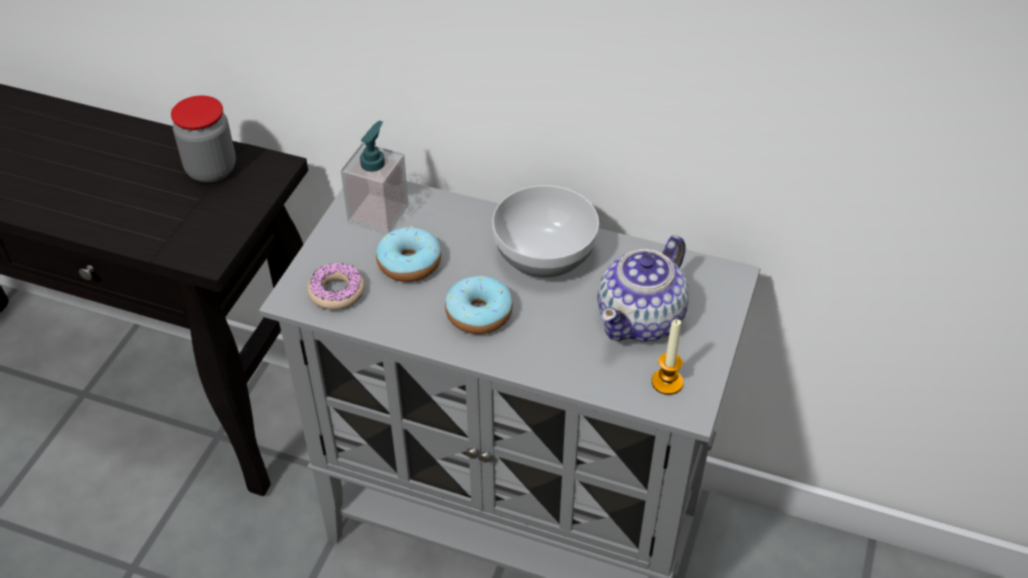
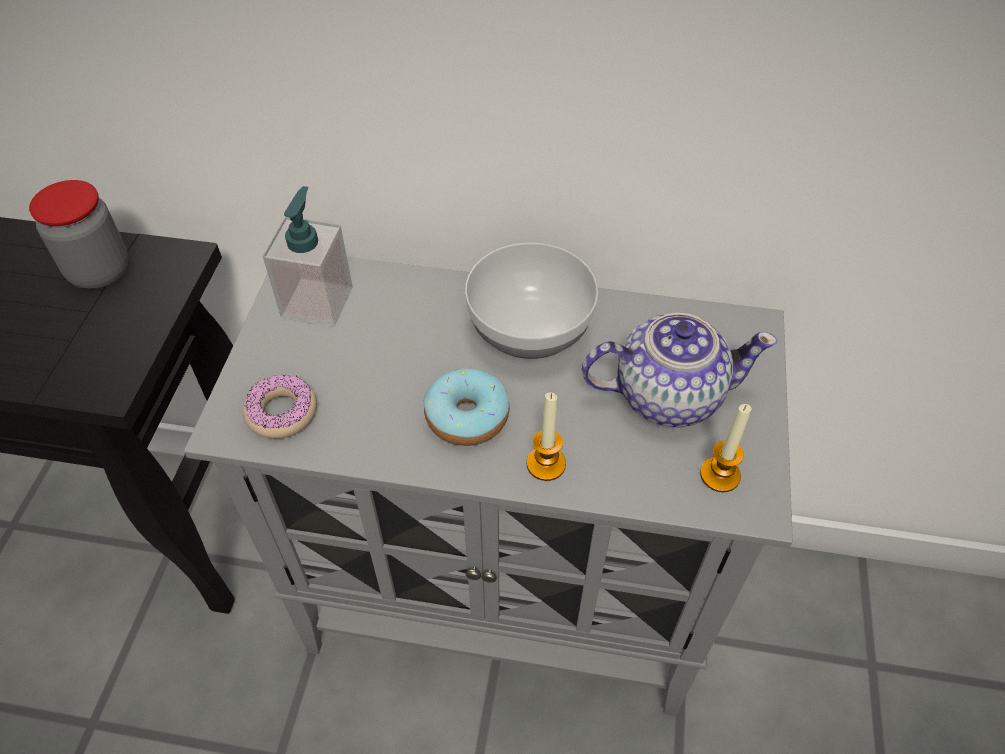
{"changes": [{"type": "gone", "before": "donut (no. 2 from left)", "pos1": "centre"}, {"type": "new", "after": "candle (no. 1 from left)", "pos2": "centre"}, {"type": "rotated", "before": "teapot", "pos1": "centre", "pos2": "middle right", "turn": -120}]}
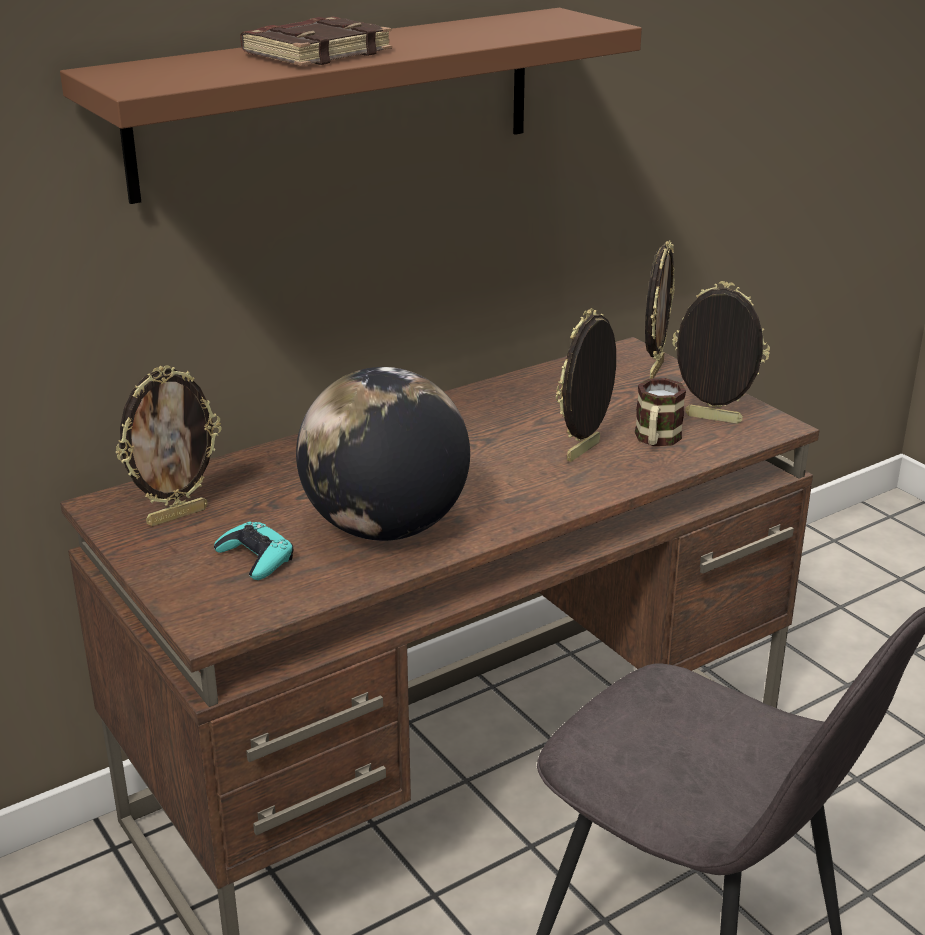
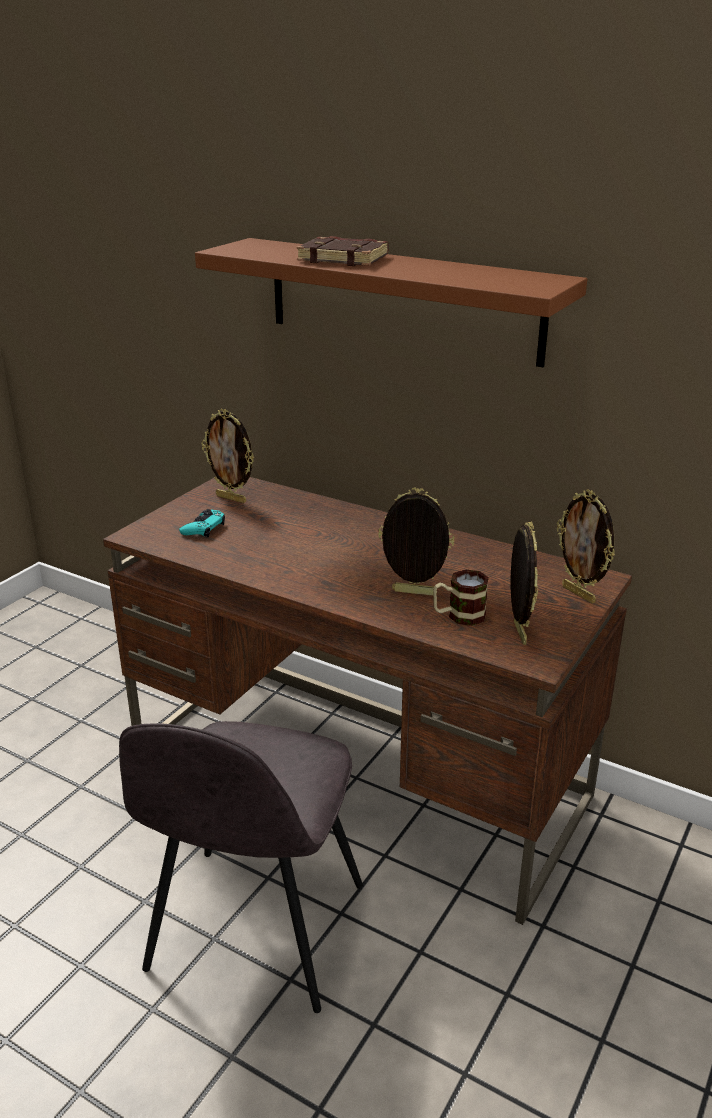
{"changes": [{"type": "gone", "before": "globe", "pos1": "centre"}, {"type": "rotated", "before": "picture frame (no. 3 from left in the first image)", "pos1": "top right", "pos2": "middle right", "turn": 60}]}
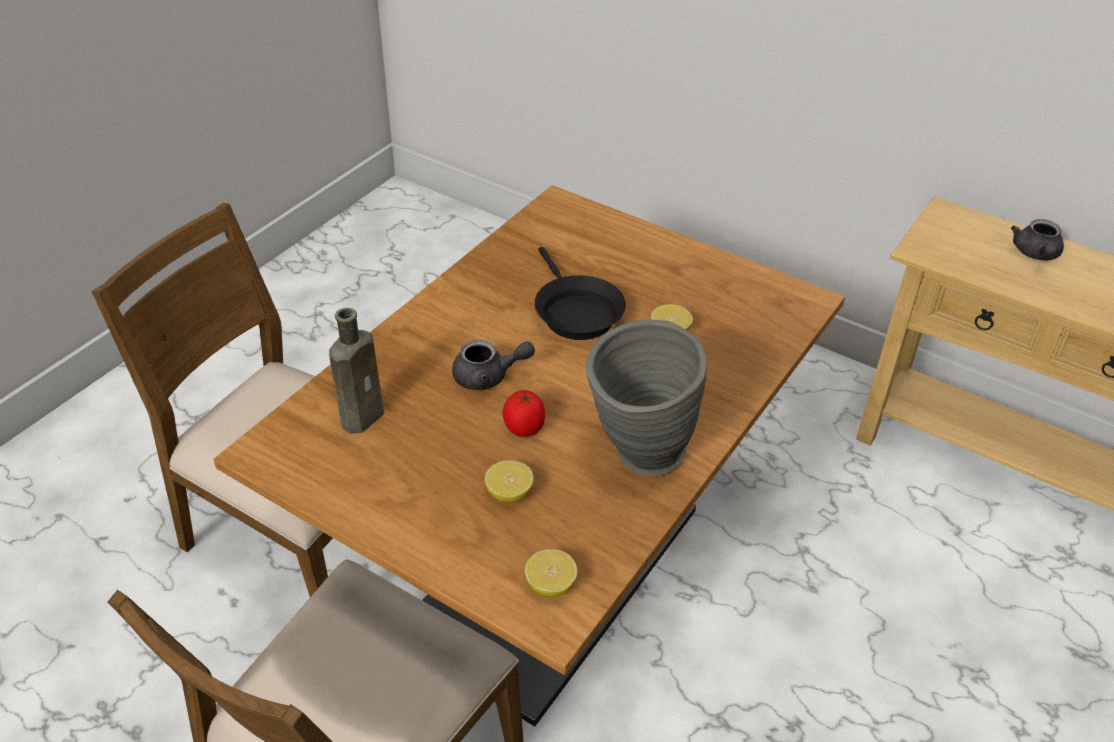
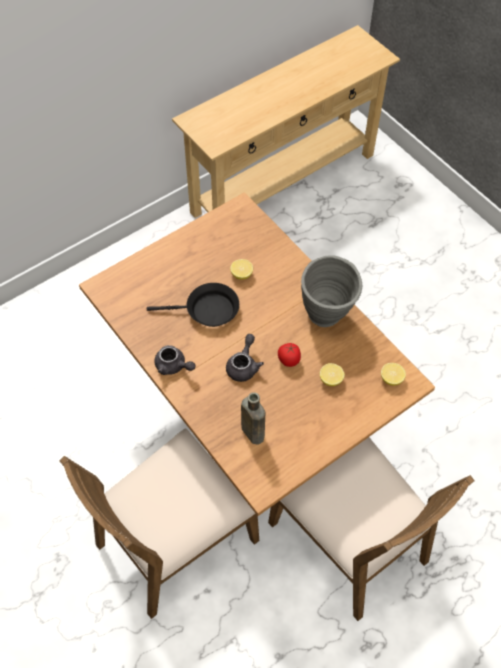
{"changes": [{"type": "shifted", "before": "teapot (grey) (no. 2 from left in the first image)", "after": "teapot (grey) (no. 1 from left)", "pos1": "top right", "pos2": "centre"}]}
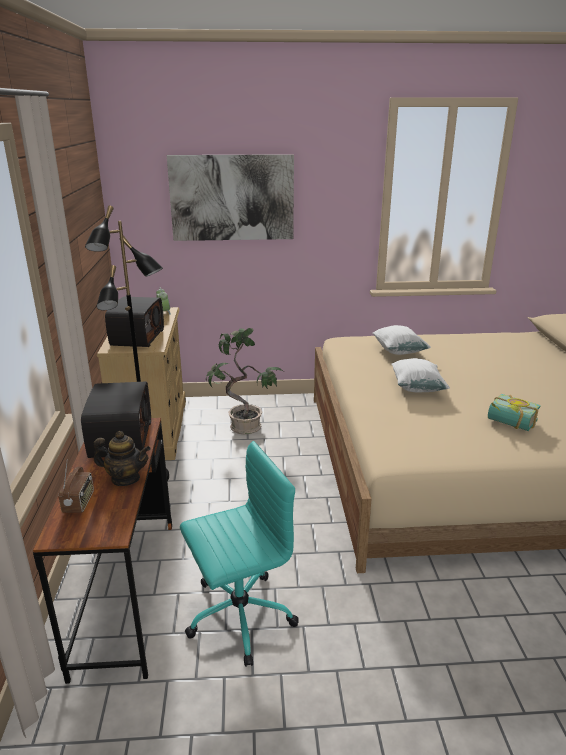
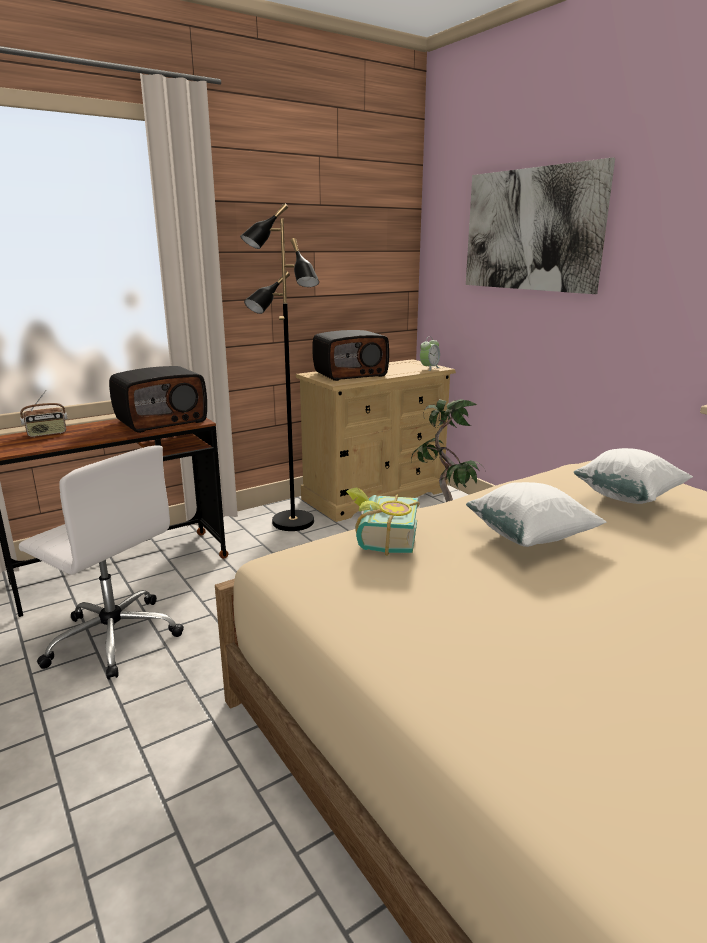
{"changes": [{"type": "gone", "before": "teapot", "pos1": "middle left"}, {"type": "shifted", "before": "book", "pos1": "middle right", "pos2": "centre"}, {"type": "repainted", "before": "office chair (turquoise)", "after": "office chair (white)", "pos1": "bottom centre", "pos2": "middle left"}]}
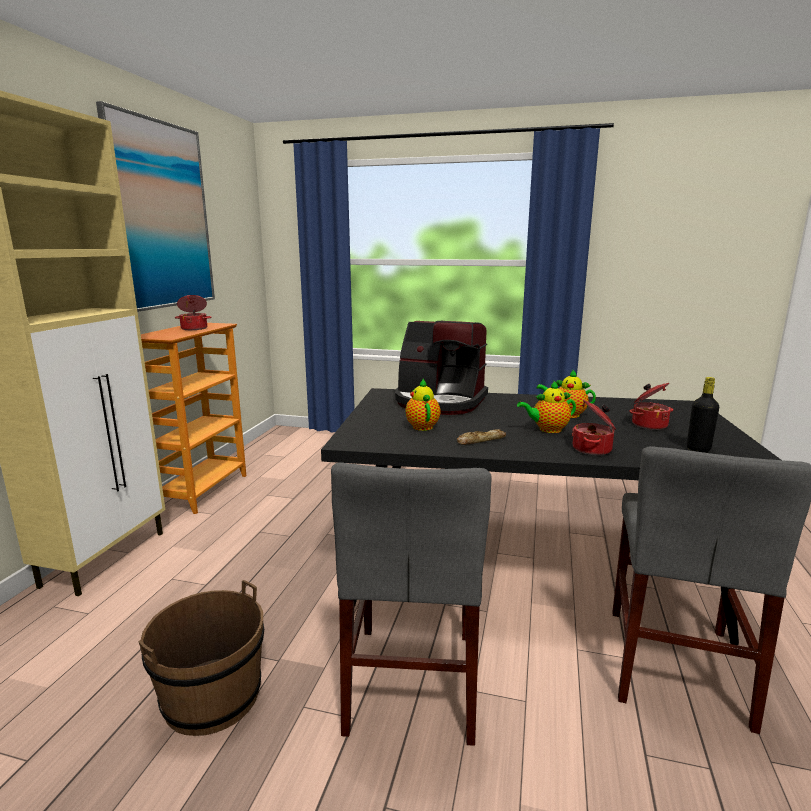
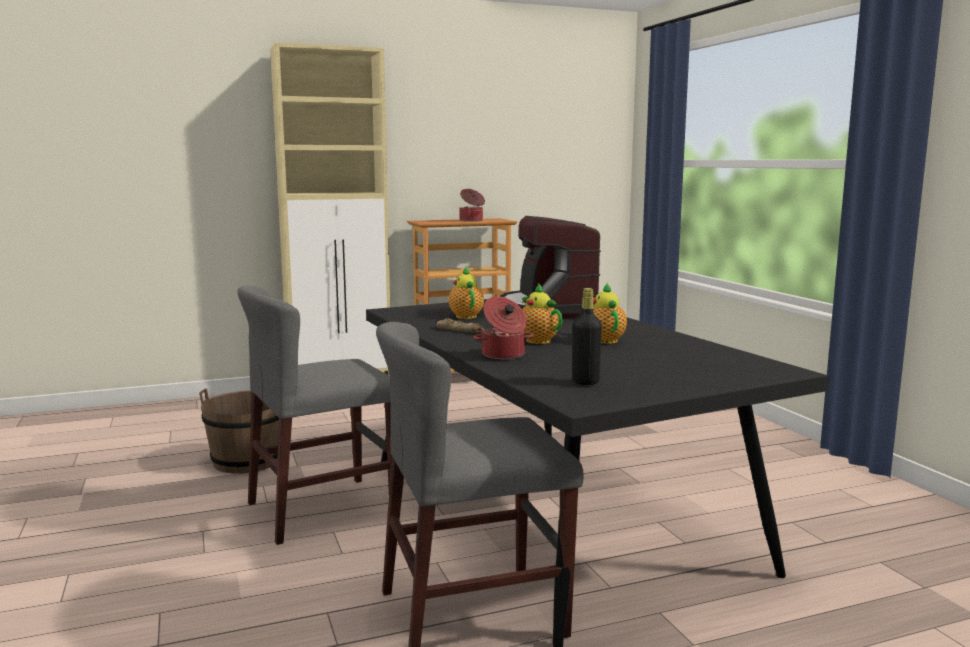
{"changes": [{"type": "gone", "before": "picture", "pos1": "top left"}, {"type": "gone", "before": "cooking pot (no. 3 from left)", "pos1": "middle right"}, {"type": "rotated", "before": "teapot (no. 1 from left)", "pos1": "centre", "pos2": "centre", "turn": -60}]}
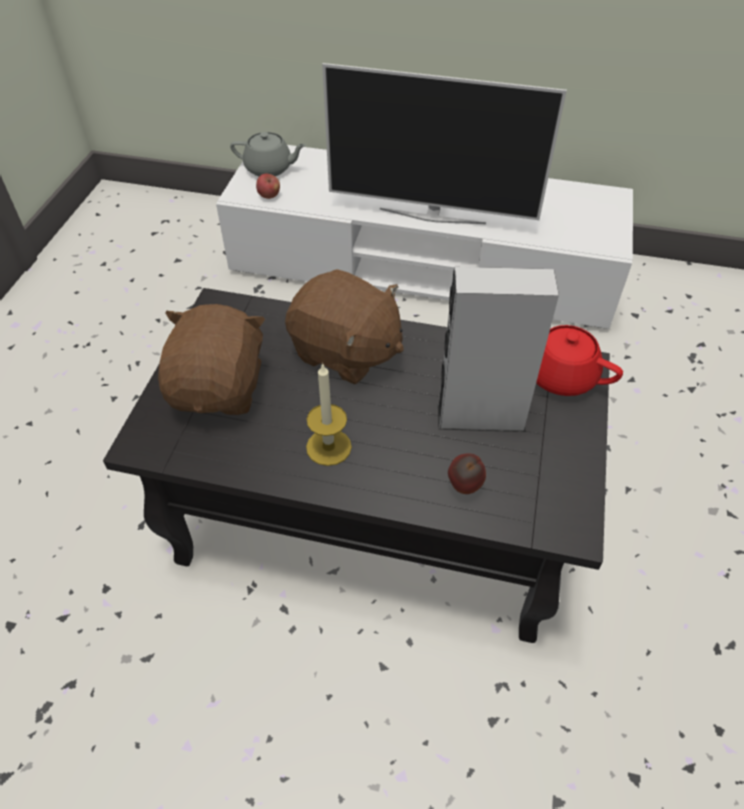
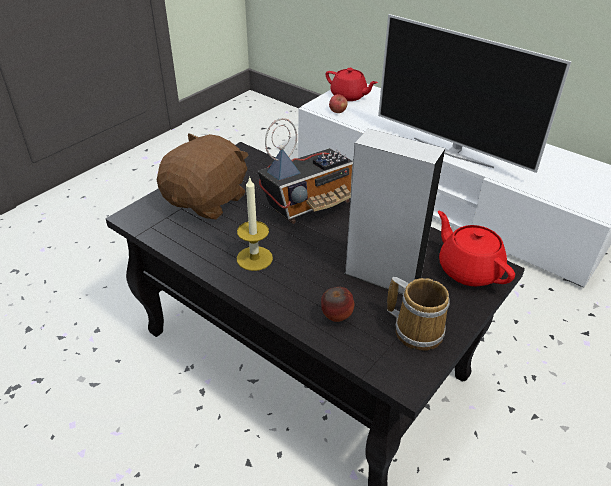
{"changes": [{"type": "new", "after": "mug", "pos2": "middle right"}, {"type": "swapped", "before": "plush toy (brown) (no. 2 from left)", "after": "radio", "pos1": "centre", "pos2": "centre"}, {"type": "repainted", "before": "teapot (grey)", "after": "teapot (red) (no. 1 from left)", "pos1": "top centre", "pos2": "top centre"}]}
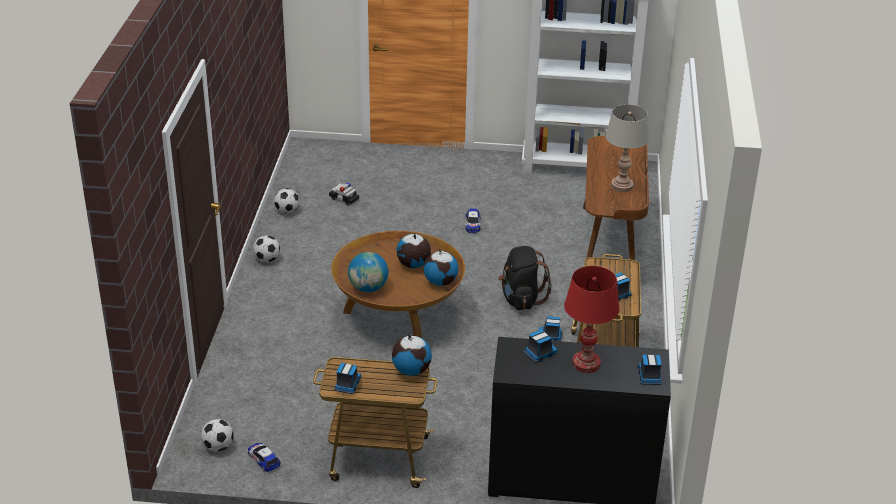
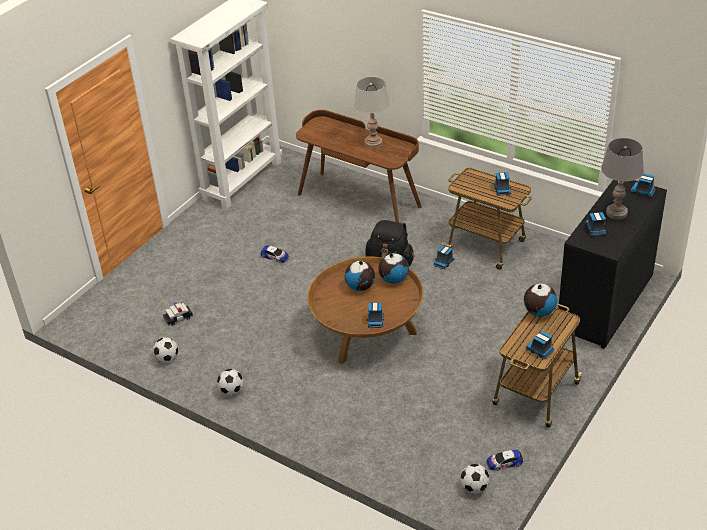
{"changes": [{"type": "swapped", "before": "globe (no. 1 from left)", "after": "toy truck (no. 1 from left)", "pos1": "centre", "pos2": "centre"}, {"type": "repainted", "before": "table lamp (red)", "after": "table lamp (grey) (no. 2 from left)", "pos1": "centre", "pos2": "middle right"}]}
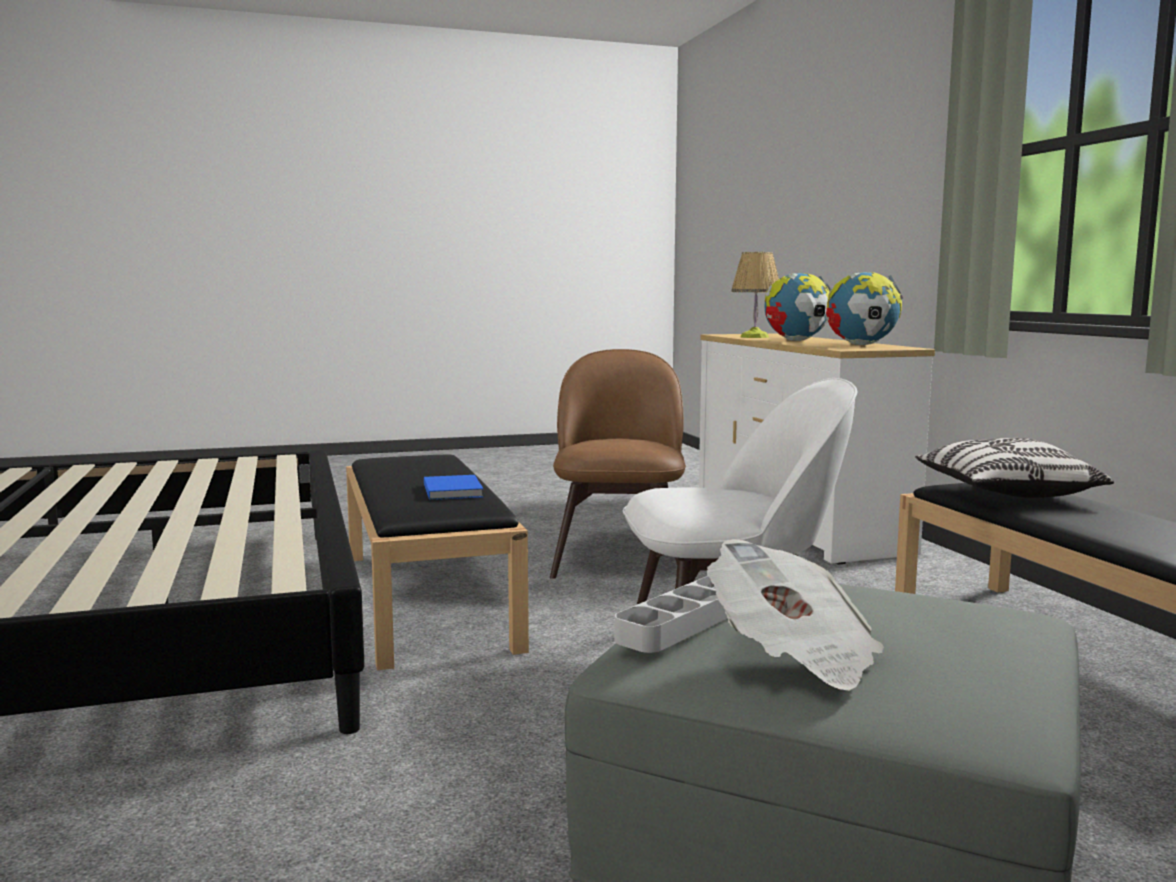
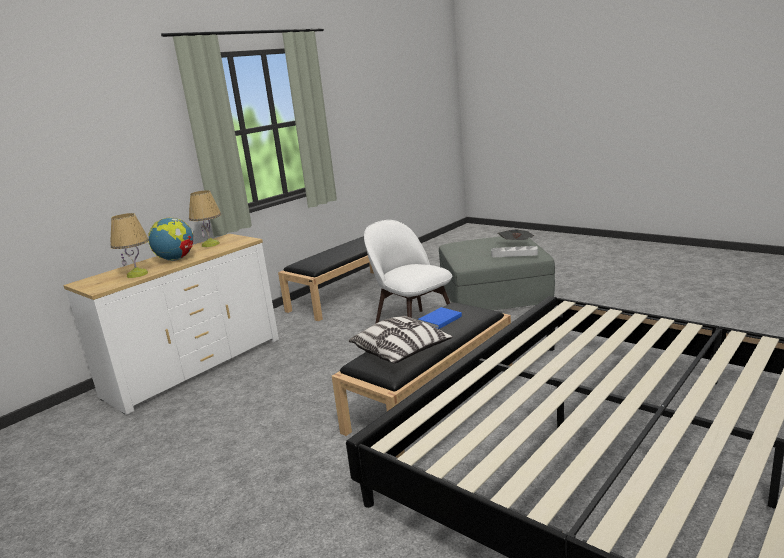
{"changes": [{"type": "gone", "before": "chair (brown)", "pos1": "centre"}, {"type": "shifted", "before": "pillow", "pos1": "middle right", "pos2": "centre"}, {"type": "swapped", "before": "globe (no. 2 from left)", "after": "table lamp (no. 2 from left)", "pos1": "middle right", "pos2": "middle left"}]}
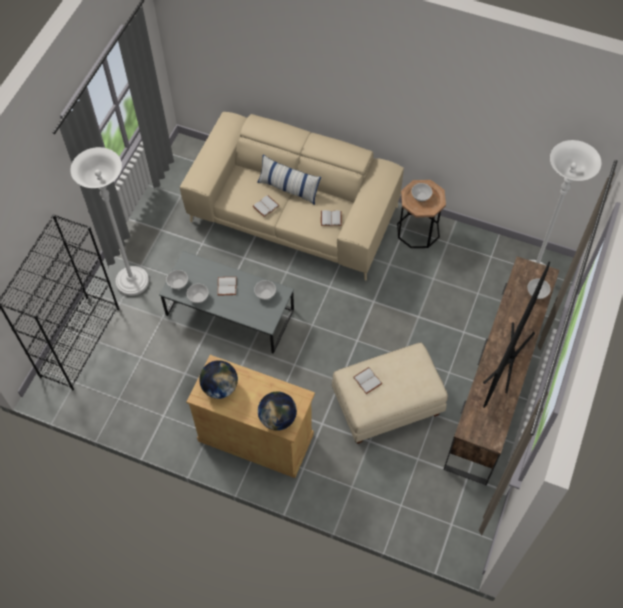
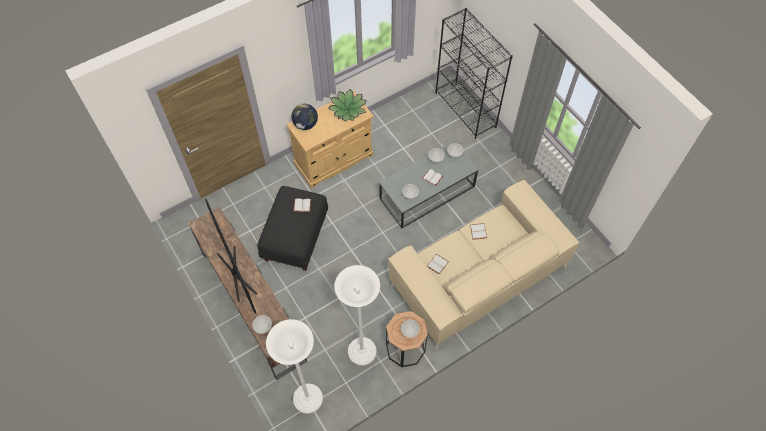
{"changes": [{"type": "gone", "before": "pillow", "pos1": "top centre"}, {"type": "shifted", "before": "floor lamp (white) (no. 1 from left in the first image)", "after": "floor lamp (white) (no. 2 from left)", "pos1": "middle left", "pos2": "bottom centre"}, {"type": "swapped", "before": "globe (no. 1 from left)", "after": "potted plant", "pos1": "centre", "pos2": "top centre"}, {"type": "repainted", "before": "ottoman (beige)", "after": "ottoman (black)", "pos1": "centre", "pos2": "centre"}]}
